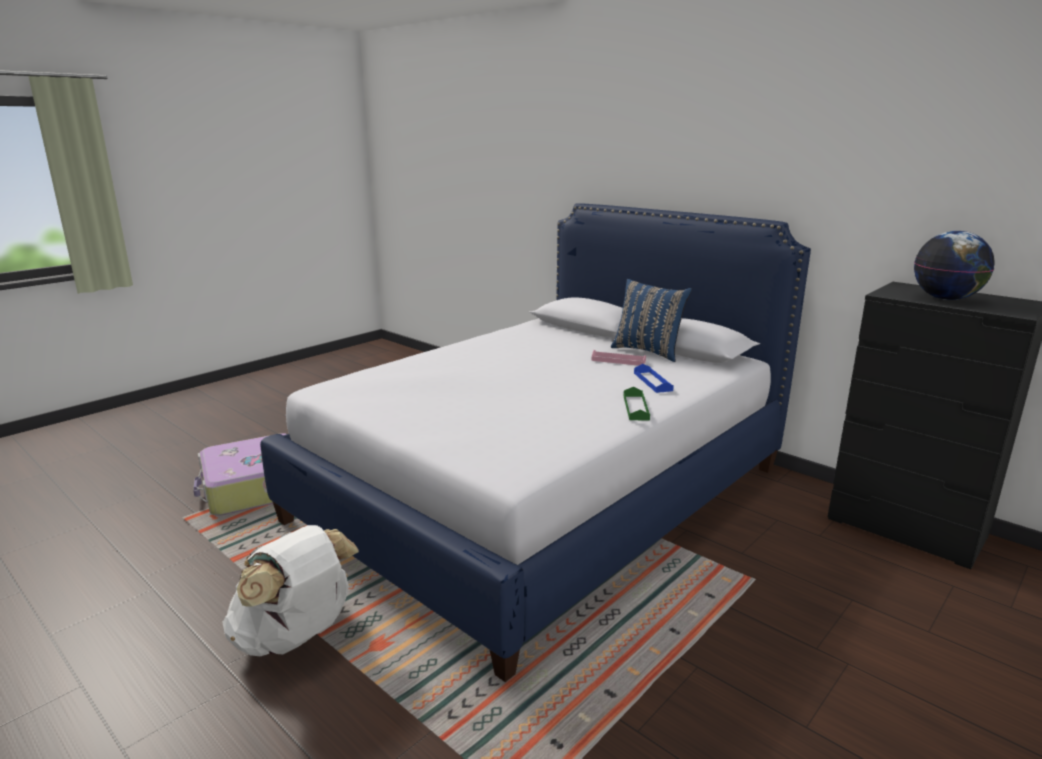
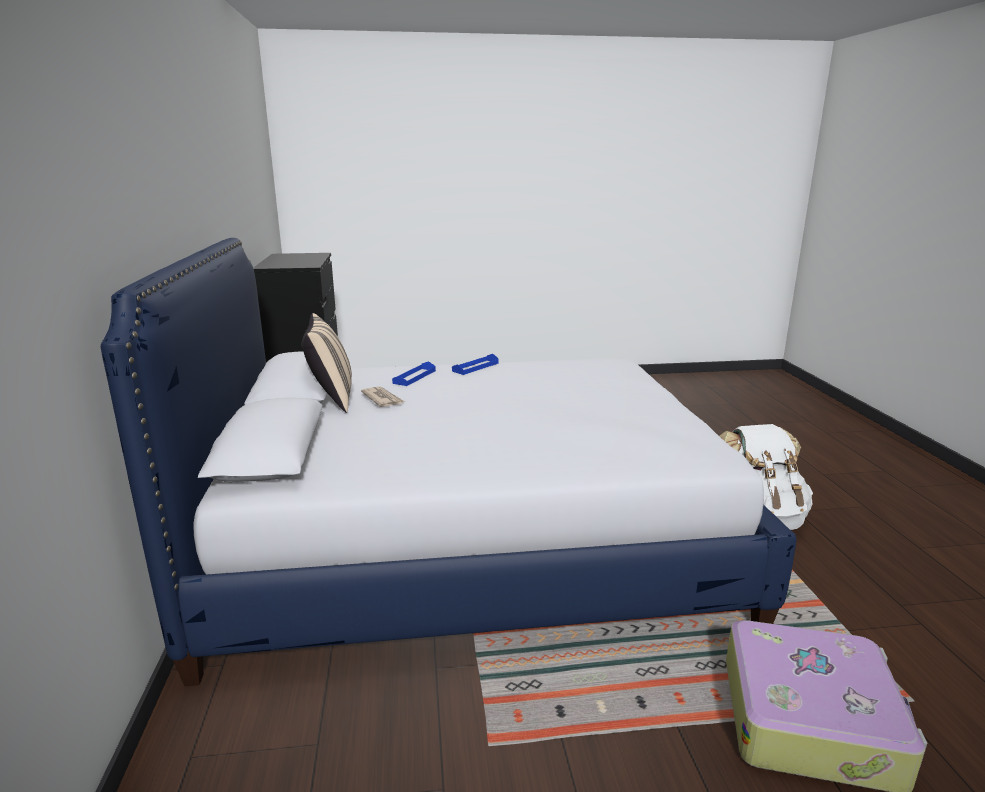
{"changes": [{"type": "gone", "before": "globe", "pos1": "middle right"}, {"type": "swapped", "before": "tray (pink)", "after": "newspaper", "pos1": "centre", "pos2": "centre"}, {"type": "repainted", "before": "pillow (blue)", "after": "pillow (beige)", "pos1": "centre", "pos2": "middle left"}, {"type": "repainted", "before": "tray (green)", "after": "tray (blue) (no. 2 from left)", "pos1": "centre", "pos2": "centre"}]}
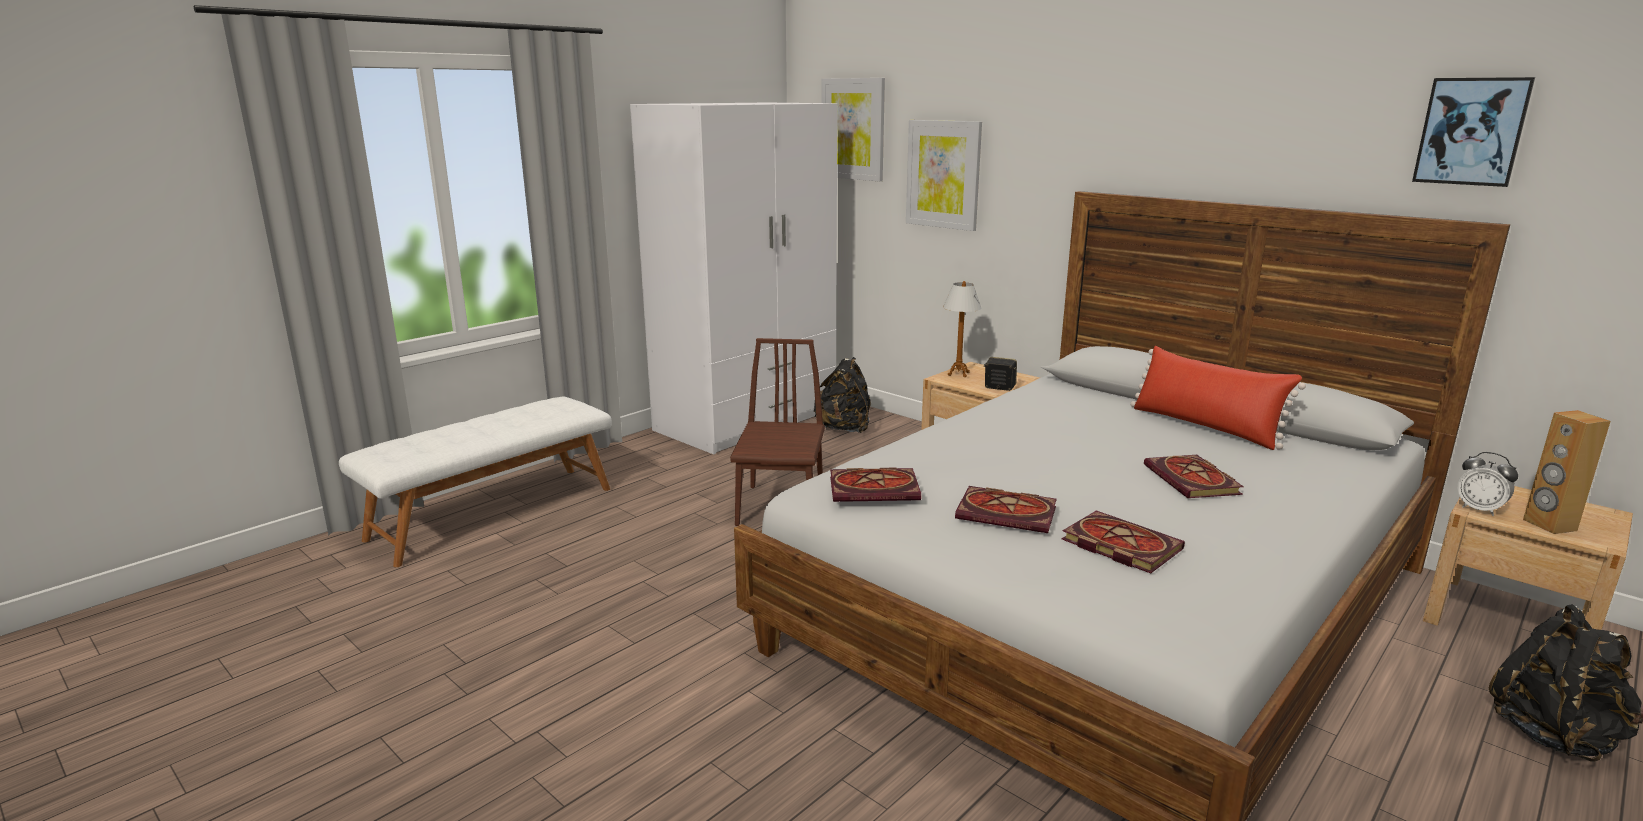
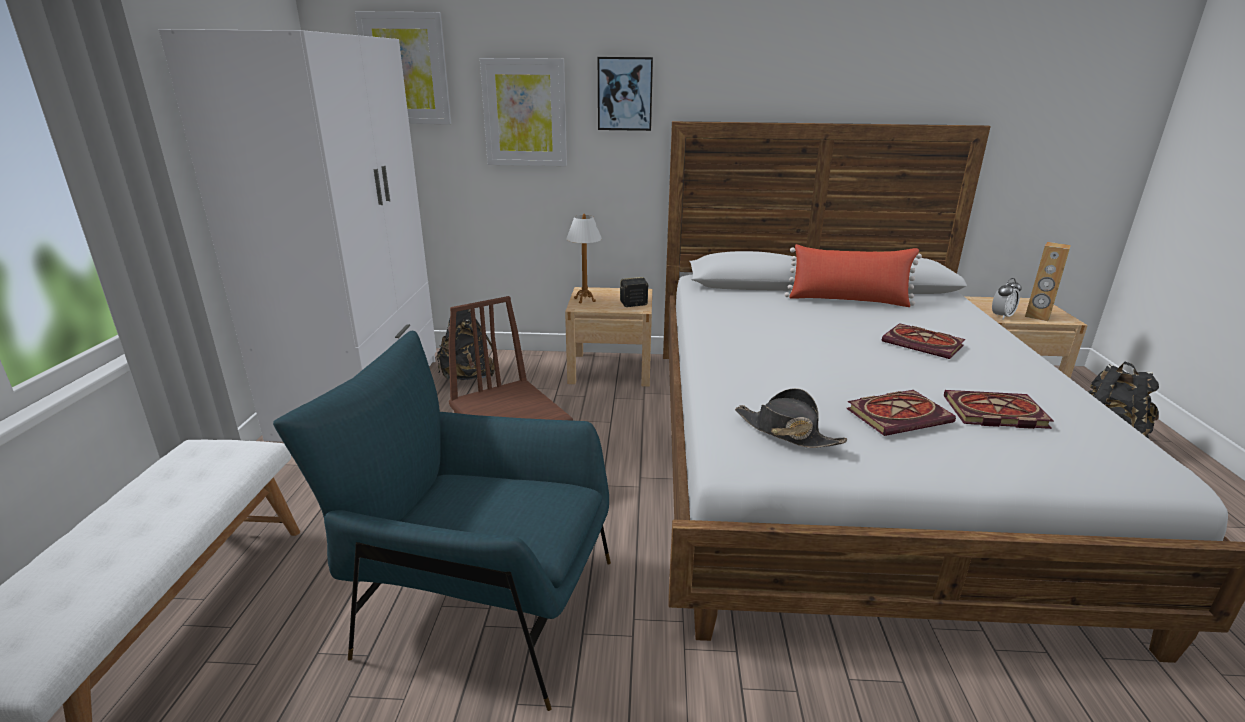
{"changes": [{"type": "new", "after": "armchair (blue)", "pos2": "bottom centre"}, {"type": "shifted", "before": "picture (no. 3 from left)", "pos1": "top right", "pos2": "top centre"}, {"type": "swapped", "before": "book (no. 1 from left)", "after": "hat (black)", "pos1": "centre", "pos2": "centre"}, {"type": "rotated", "before": "alarm clock", "pos1": "middle right", "pos2": "middle right", "turn": -45}]}
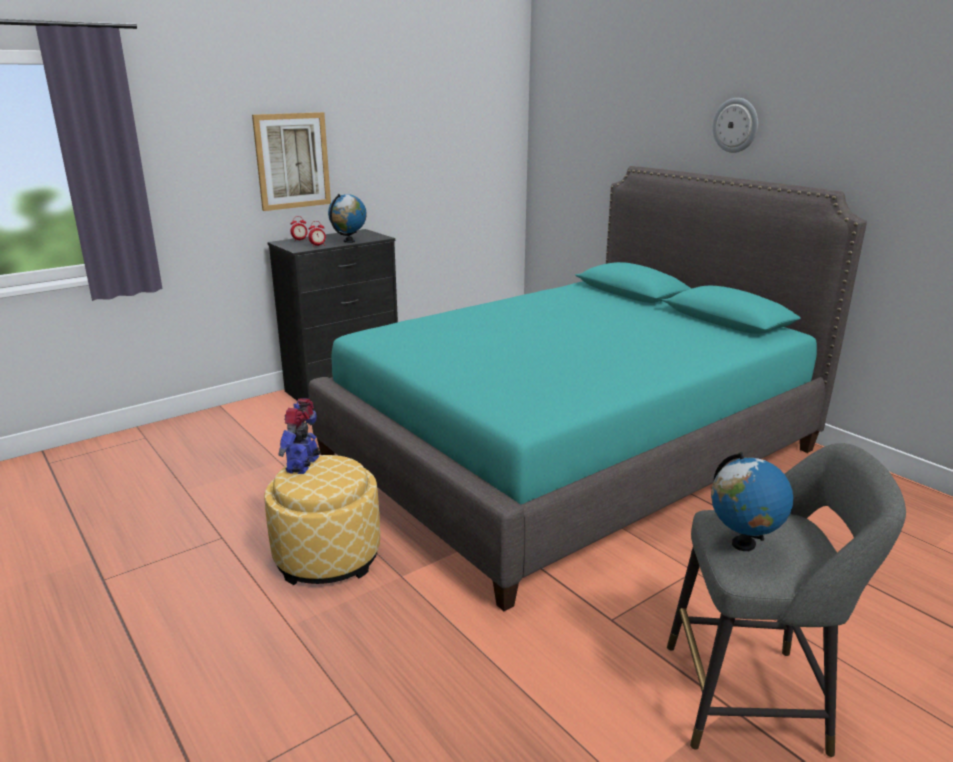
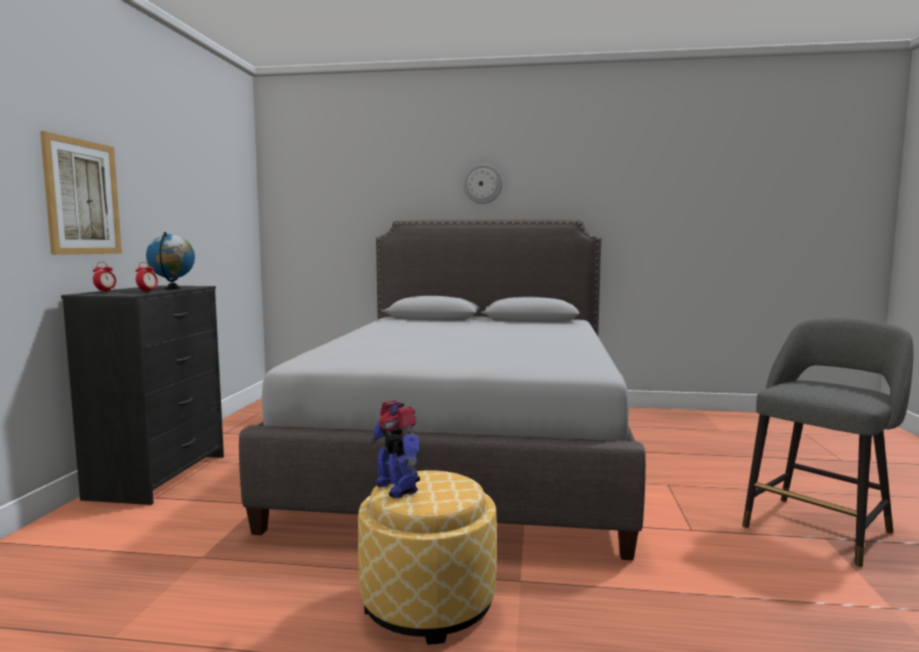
{"changes": [{"type": "gone", "before": "globe (no. 2 from left)", "pos1": "middle right"}, {"type": "repainted", "before": "bed (turquoise)", "after": "bed (grey)", "pos1": "centre", "pos2": "centre"}]}
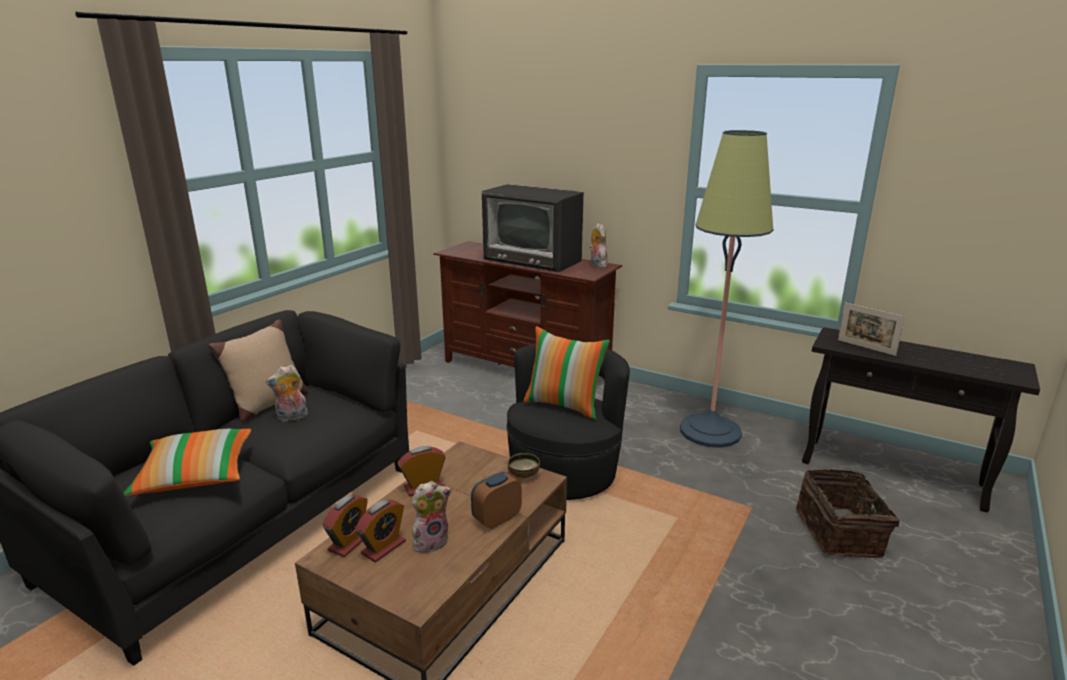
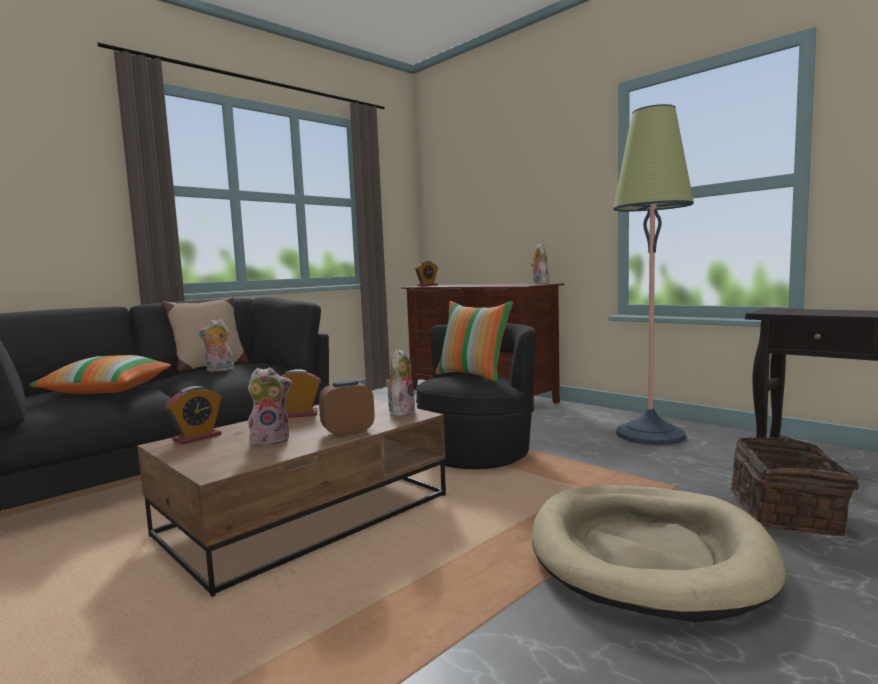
{"changes": [{"type": "gone", "before": "television", "pos1": "centre"}, {"type": "gone", "before": "picture frame", "pos1": "middle right"}, {"type": "new", "after": "dog bed (beige)", "pos2": "bottom right"}, {"type": "shifted", "before": "alarm clock (no. 2 from left in the first image)", "after": "alarm clock (no. 4 from left)", "pos1": "bottom centre", "pos2": "centre"}, {"type": "swapped", "before": "bowl", "after": "plush toy (no. 3 from left)", "pos1": "bottom centre", "pos2": "centre"}]}
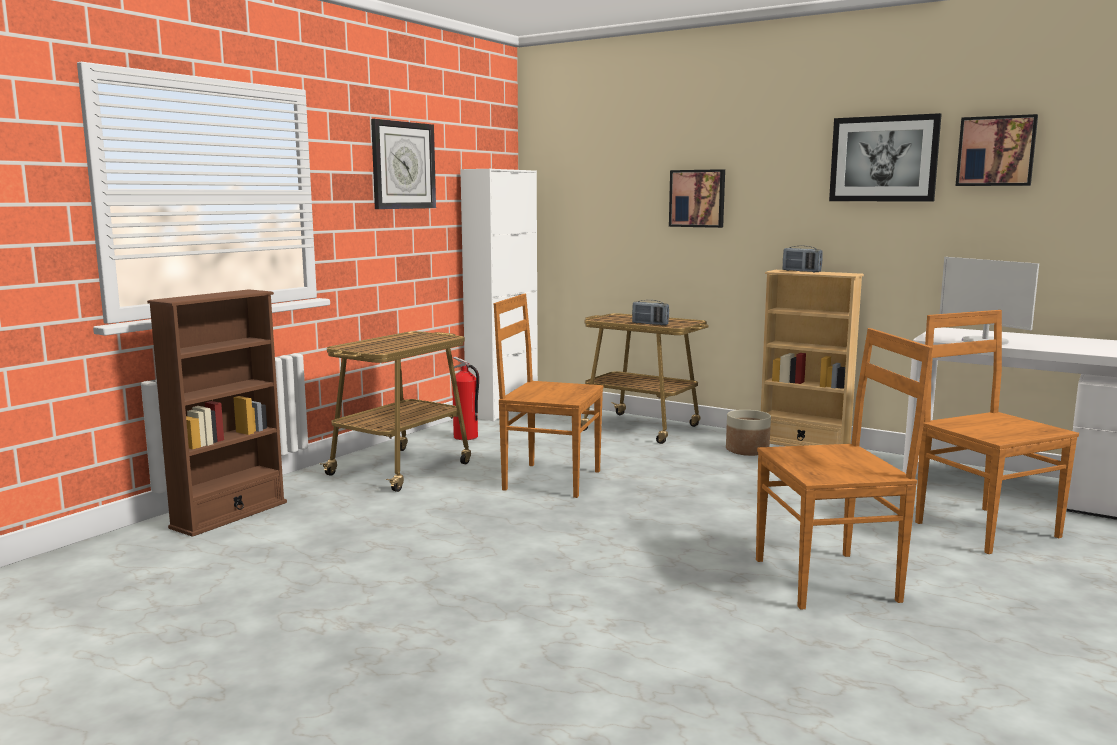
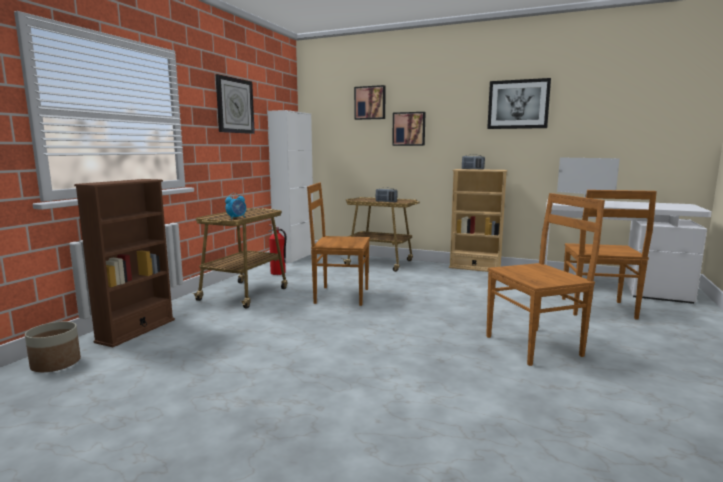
{"changes": [{"type": "new", "after": "alarm clock", "pos2": "middle left"}, {"type": "shifted", "before": "planter", "pos1": "middle right", "pos2": "bottom left"}, {"type": "shifted", "before": "picture (no. 3 from left in the first image)", "after": "picture (no. 1 from left)", "pos1": "top right", "pos2": "top centre"}, {"type": "rotated", "before": "chair (brown) (no. 3 from left)", "pos1": "middle right", "pos2": "middle right", "turn": -135}]}
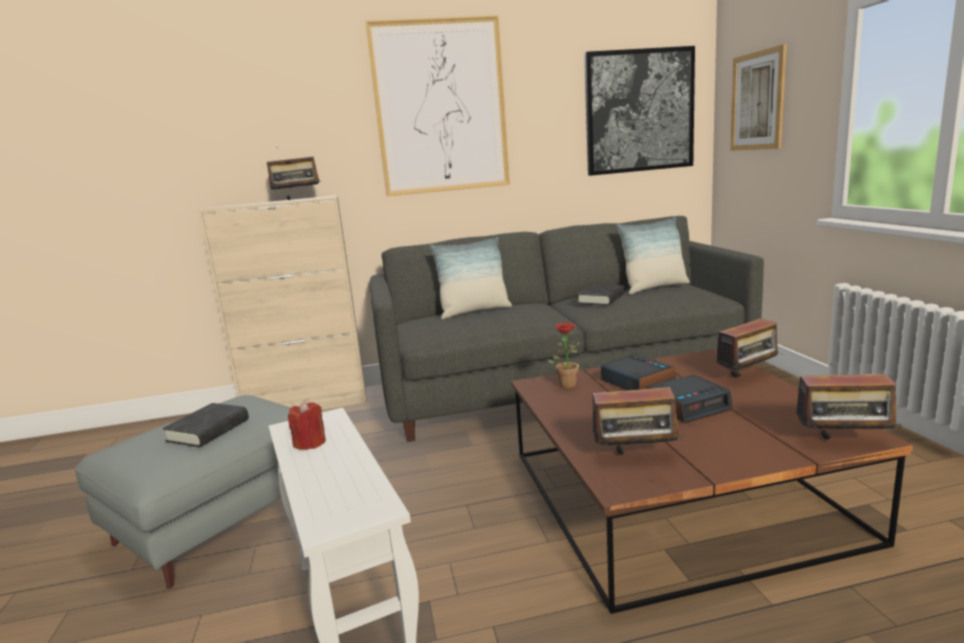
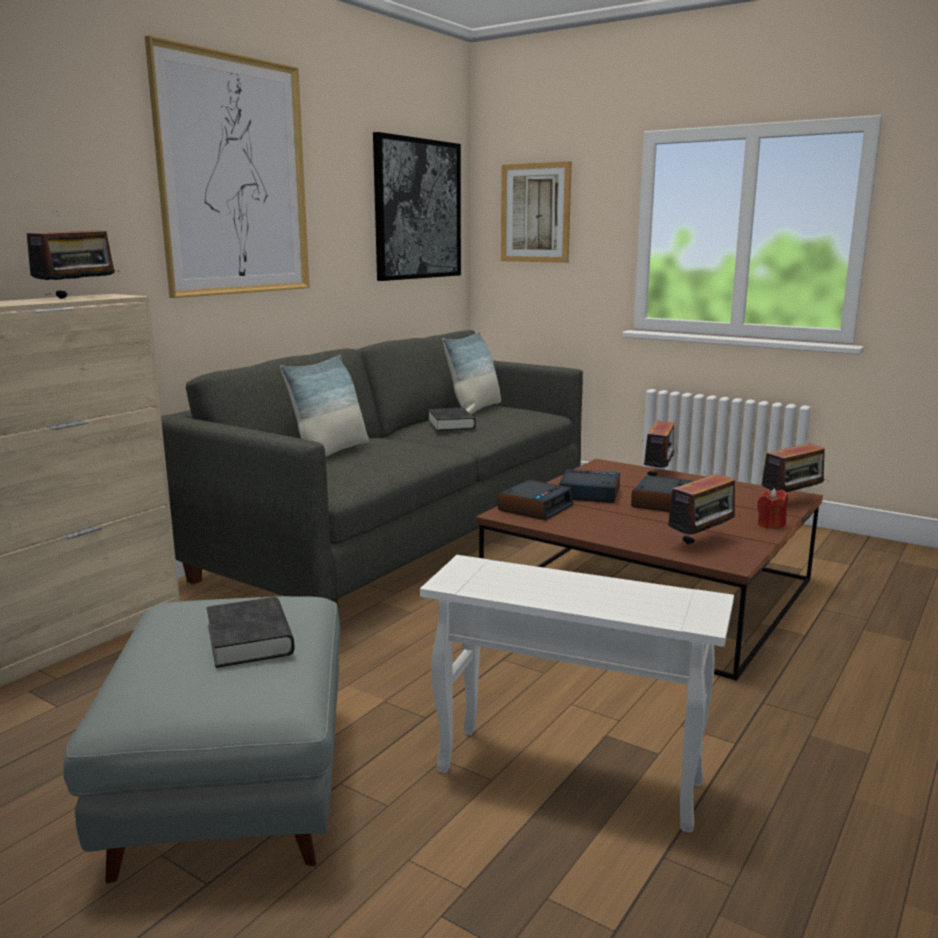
{"changes": [{"type": "shifted", "before": "candle (red)", "pos1": "middle left", "pos2": "middle right"}, {"type": "swapped", "before": "potted plant", "after": "alarm clock (no. 1 from left)", "pos1": "centre", "pos2": "centre"}]}
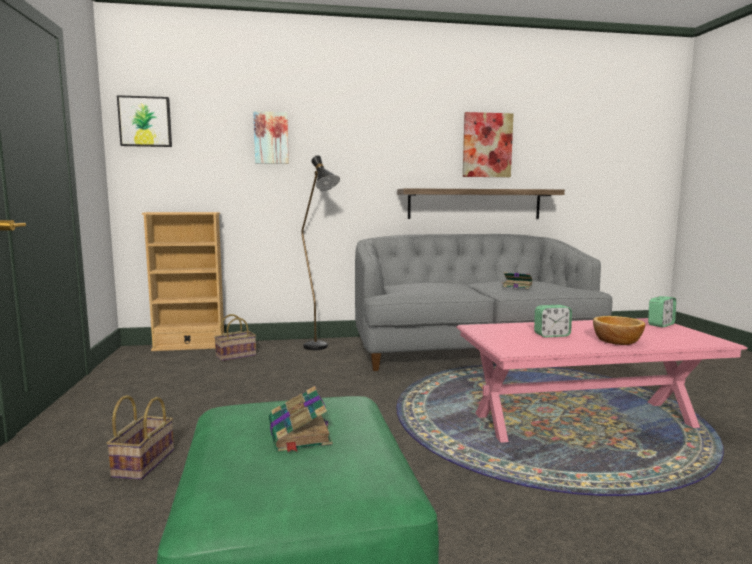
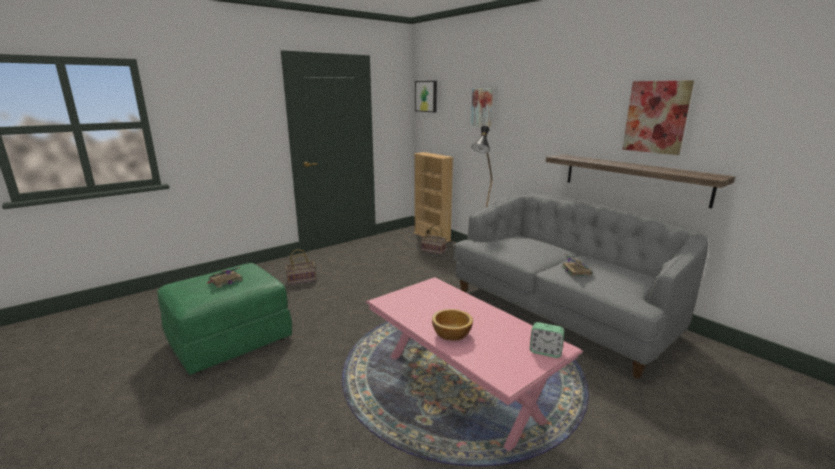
{"changes": [{"type": "gone", "before": "alarm clock (no. 1 from left)", "pos1": "middle right"}]}
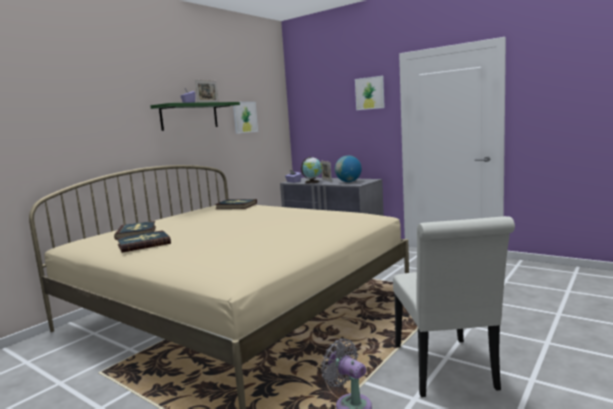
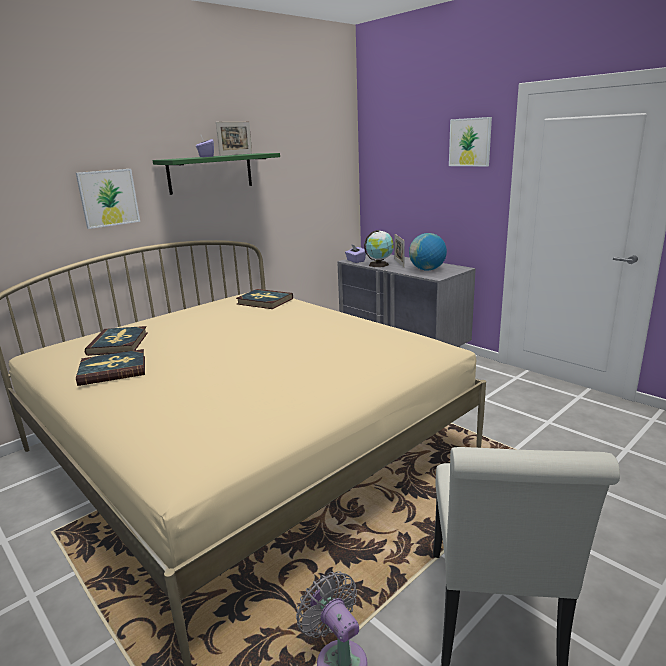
{"changes": [{"type": "shifted", "before": "picture (no. 1 from left)", "pos1": "top centre", "pos2": "top left"}]}
